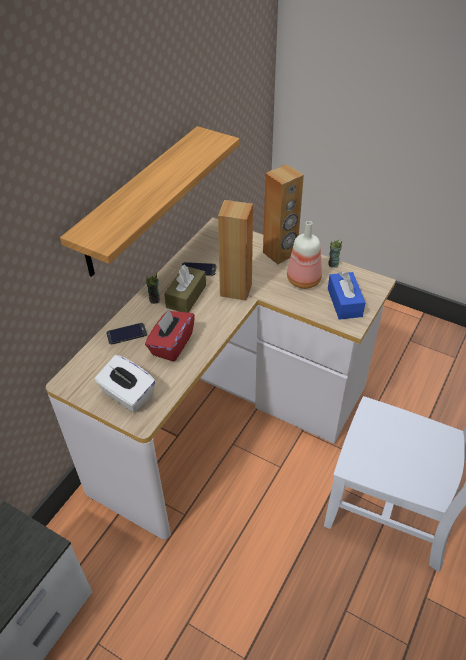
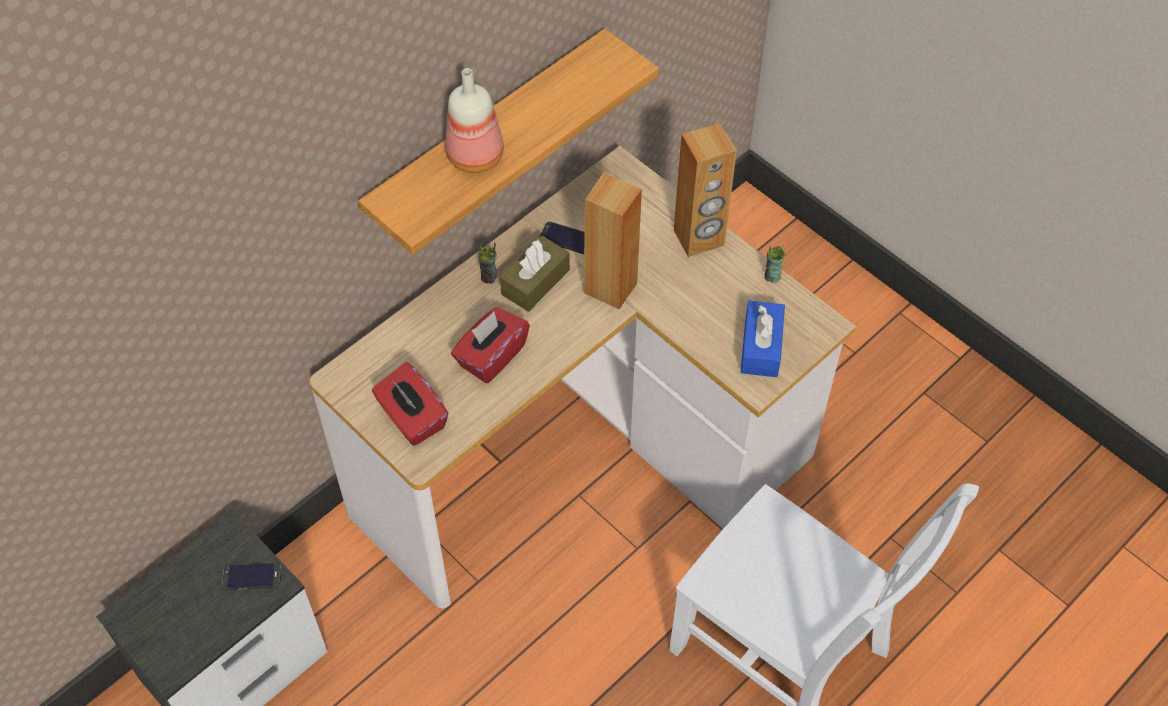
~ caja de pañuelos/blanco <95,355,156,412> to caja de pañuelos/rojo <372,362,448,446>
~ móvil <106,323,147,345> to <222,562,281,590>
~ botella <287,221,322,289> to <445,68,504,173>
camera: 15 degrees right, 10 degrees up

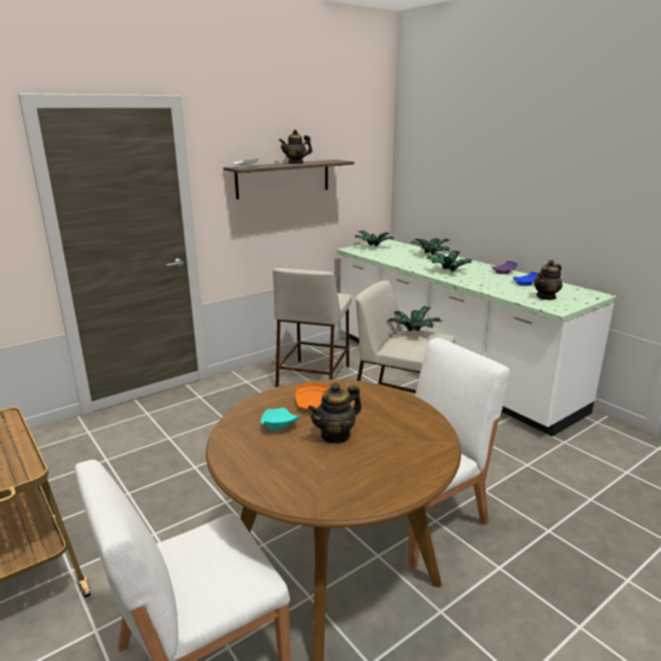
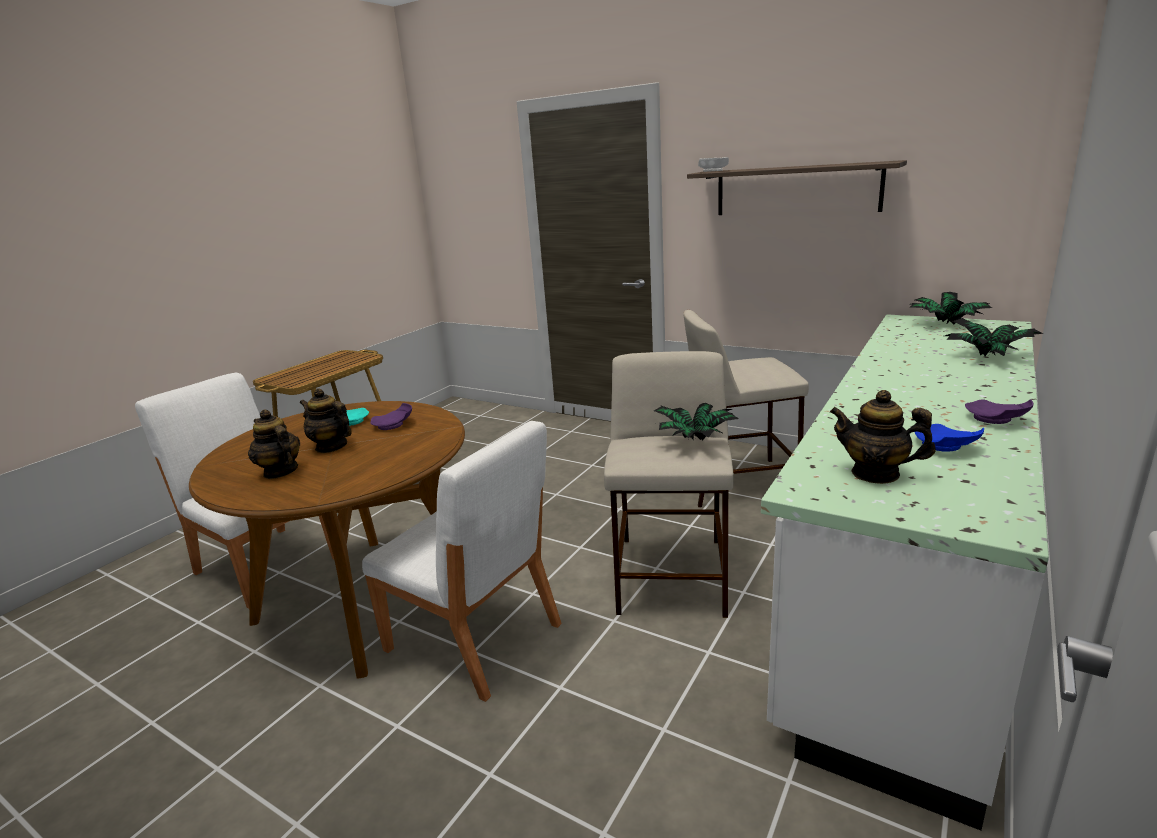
~ tetera <279,129,312,164> to <248,409,300,479>
~ plato/naranja <295,383,329,412> to plato/morado <370,403,412,430>
- planta en maceta <426,251,472,272>
camera: 70 degrees right, 0 degrees up

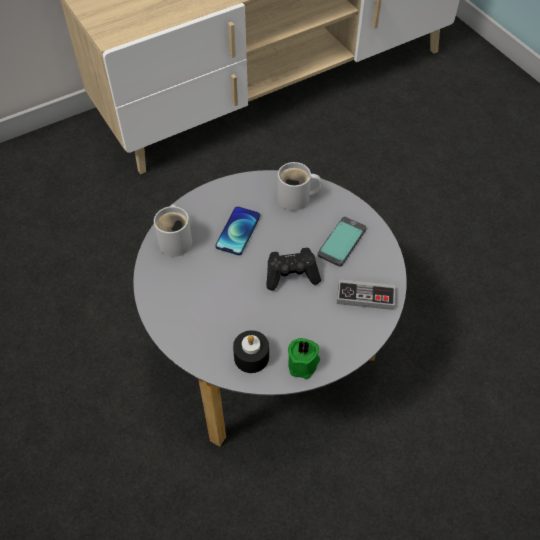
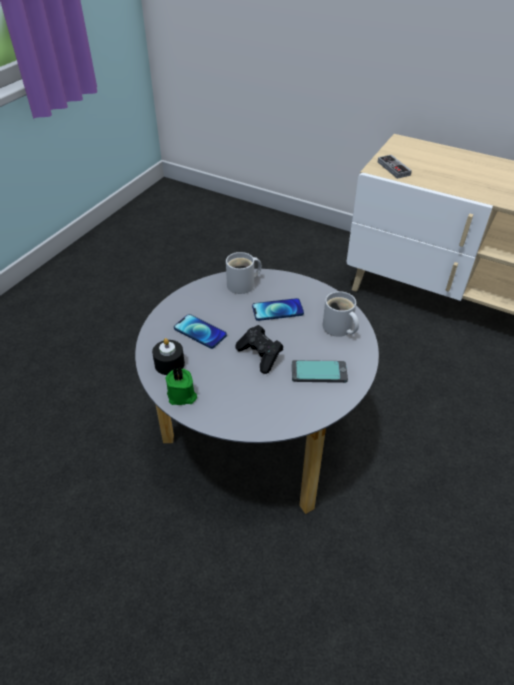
~ mando de consola <337,279,395,310> to <378,155,412,179>
+ móvil <174,314,227,349>
camera: 60 degrees right, 10 degrees down

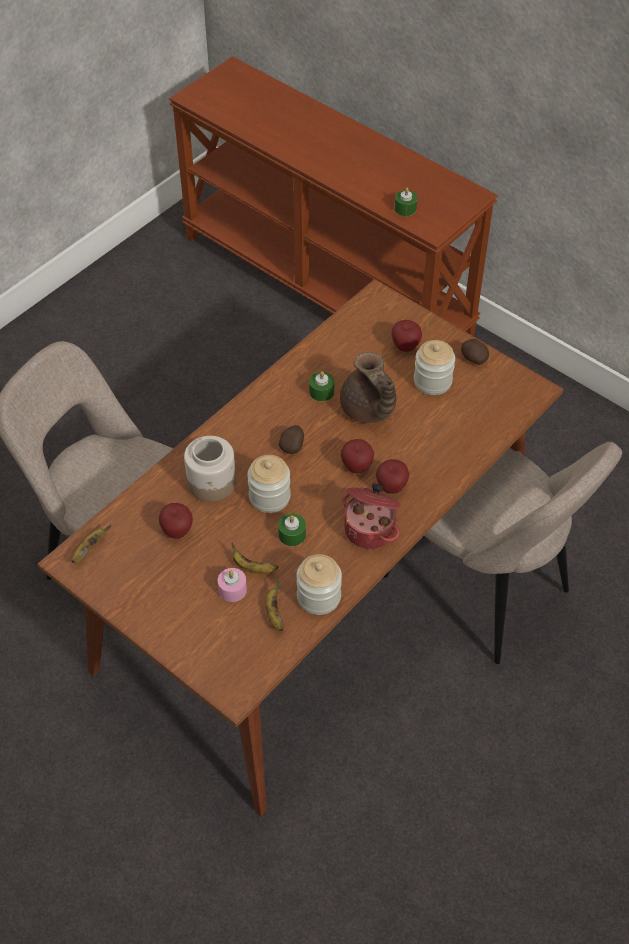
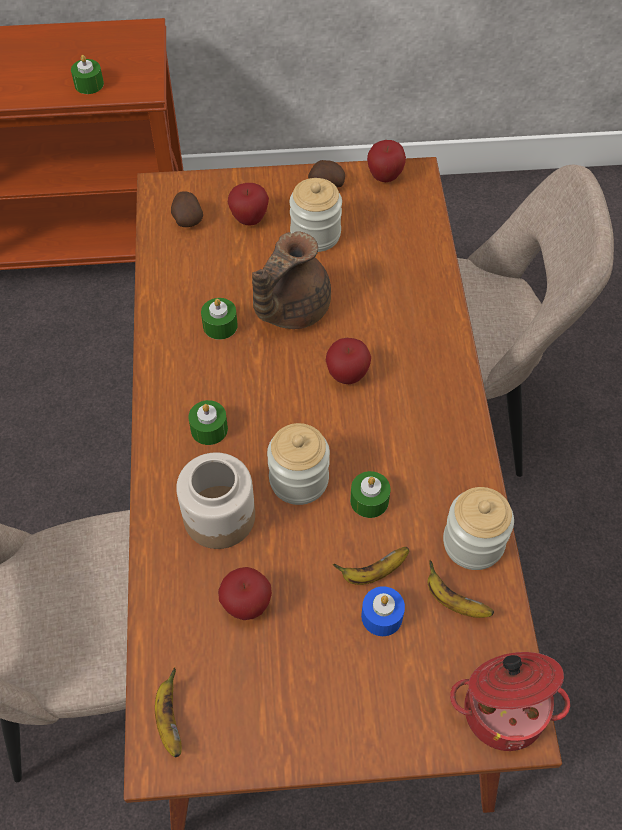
~ vela/rosa <218,568,247,602> to vela/azul <361,586,405,636>
~ patata <279,425,304,454> to <171,191,203,227>
~ tetera/marrón <340,352,396,423> = <252,231,331,329> 105 degrees clockwise
~ olla <343,483,402,549> to <450,652,570,751>
~ manzana <376,459,409,494> to <367,140,406,182>
+ vela/verde <188,400,228,445>
camera: 45 degrees left, 5 degrees up

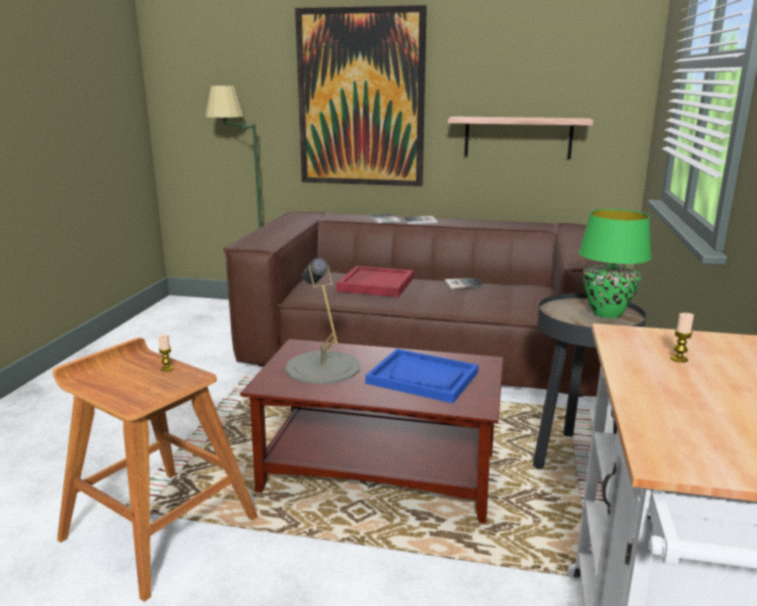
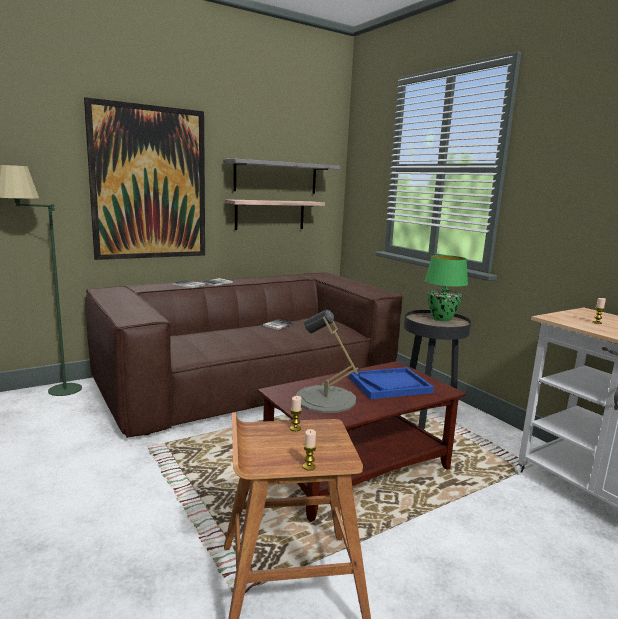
- bandeja/rojo <336,266,414,297>
+ estante/gris <223,159,340,194>
+ vela <303,429,317,470>
camera: 45 degrees left, 5 degrees down

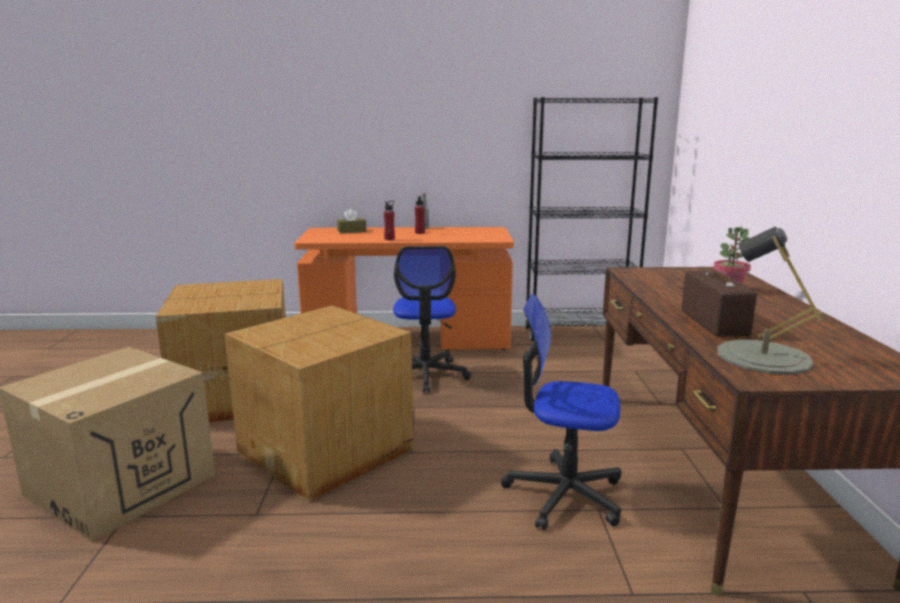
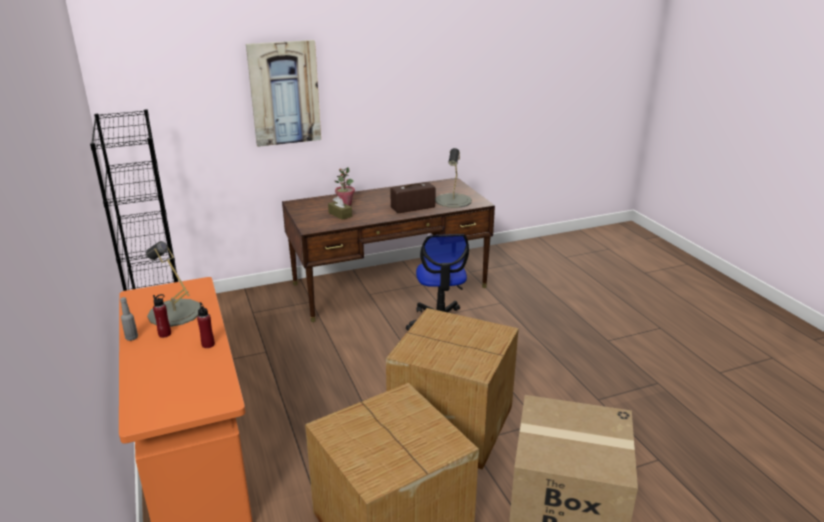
~ caja de pañuelos/marrón <337,209,366,234> to <328,196,352,220>
- silla de oficina <393,246,472,393>
+ lámpara de mesa/gris <146,241,200,327>
+ cuadro <246,40,321,147>
camera: 110 degrees left, 10 degrees up

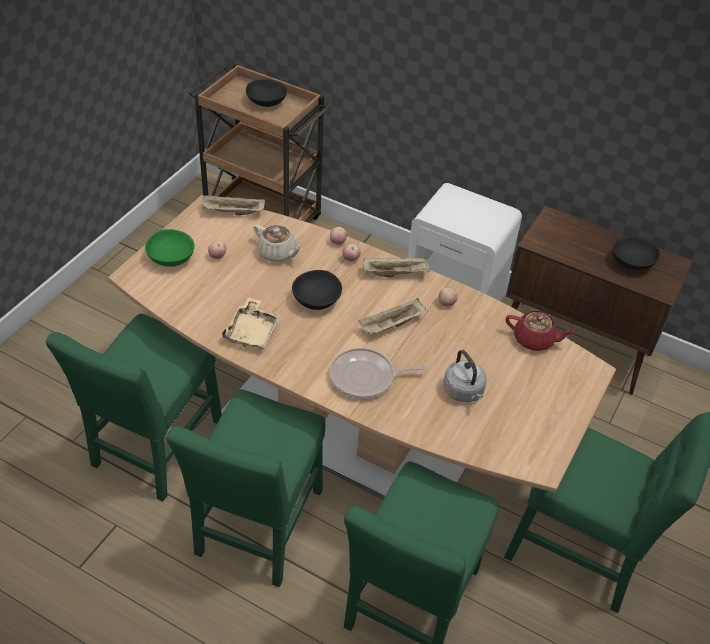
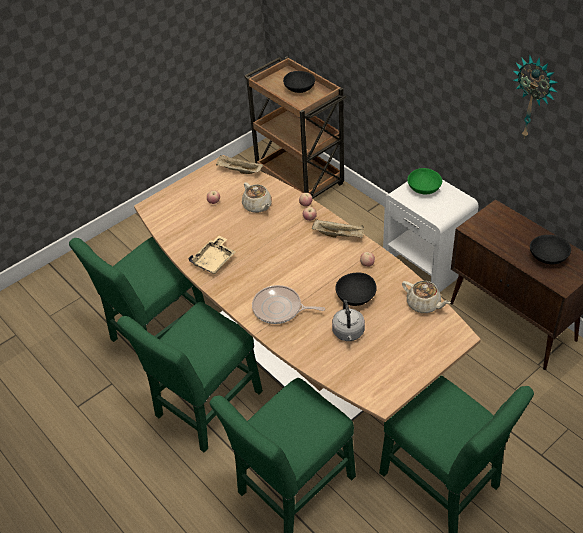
~ cuenco/verde <145,229,195,267> to <407,168,442,194>
~ cuenco/negro <292,270,342,310> to <335,273,377,306>
- bandeja/beis <358,299,426,335>
~ tetera/rojo <506,310,575,351> to tetera/beis <402,281,451,313>
+ reloj de pared <513,55,558,138>
camera: 25 degrees right, 0 degrees up

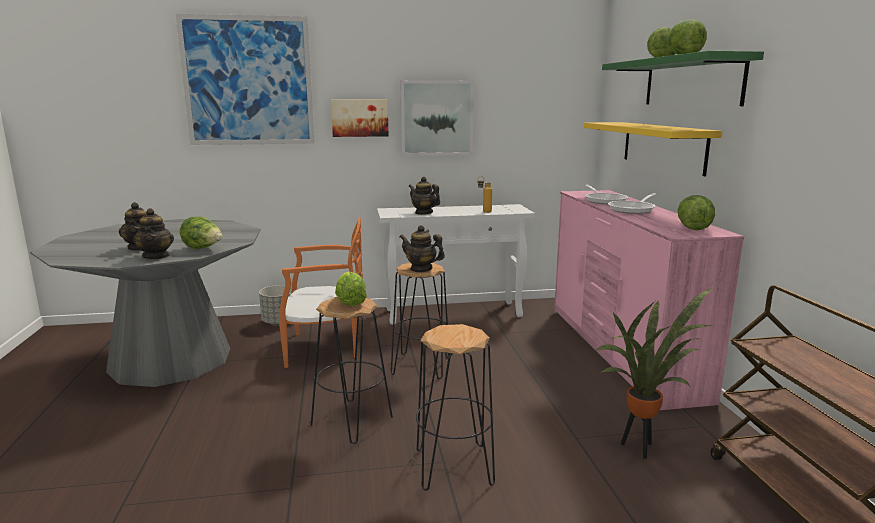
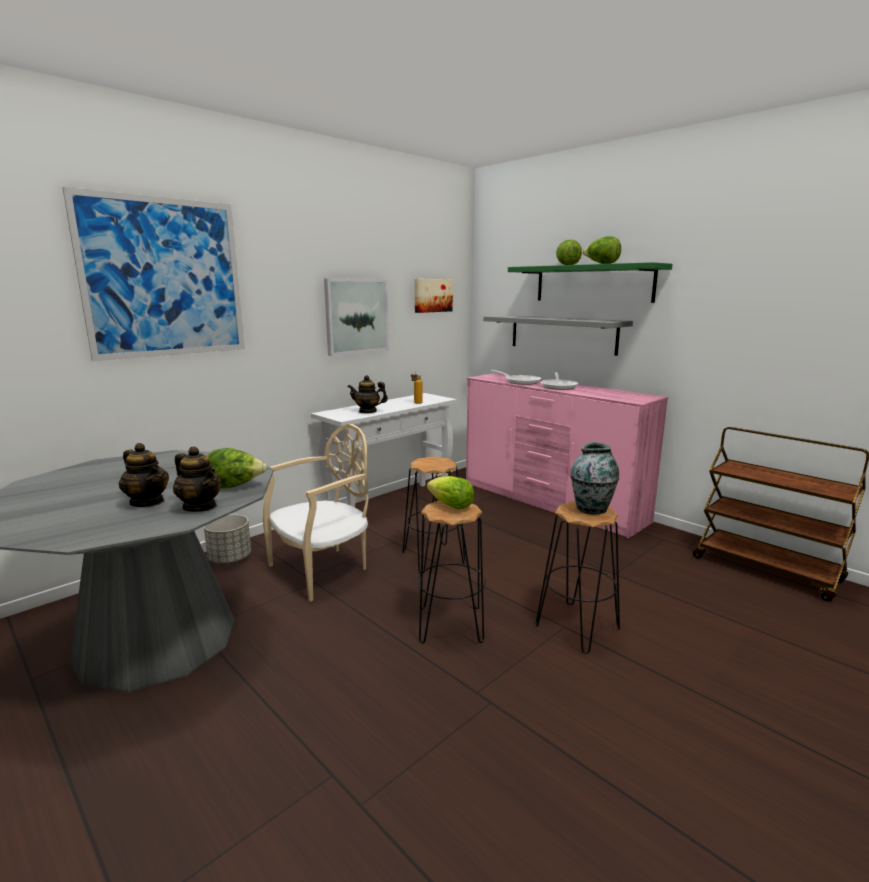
~ silla/naranja <279,217,363,368> to silla/beis <263,424,369,601>
~ cuadro <331,99,388,137> to <415,279,453,313>
- tetera <400,225,445,272>
~ estante/amarillo <584,122,722,176> to estante/gris <483,315,633,356>
- planta en maceta <595,288,713,459>
- lechuga <678,195,715,230>
+ florero <570,442,619,514>
camera: 35 degrees left, 0 degrees up

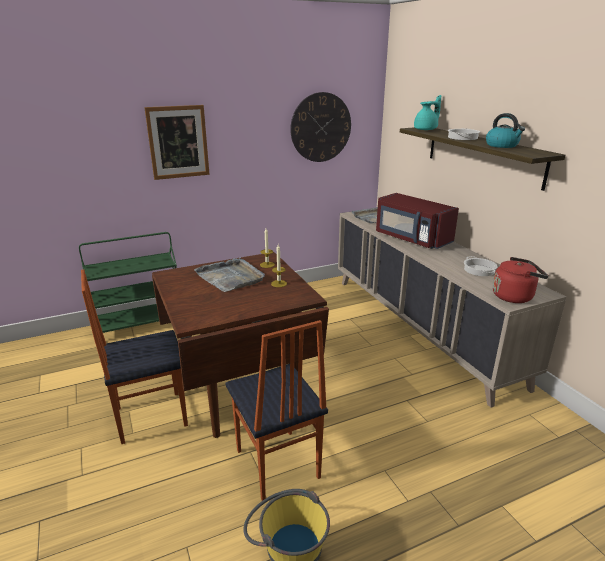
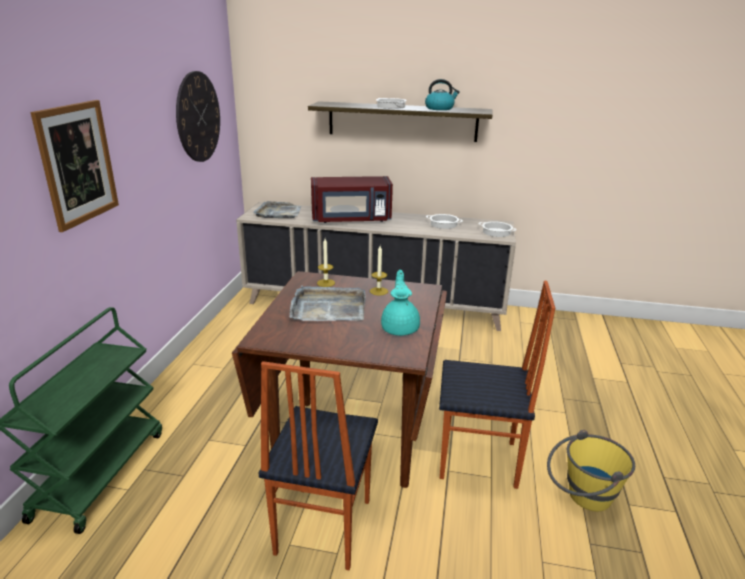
~ tetera/turquesa <414,95,441,130> to <381,270,420,336>
~ hervidor/rojo <493,257,549,303> to olla <478,221,517,237>
camera: 55 degrees left, 0 degrees up

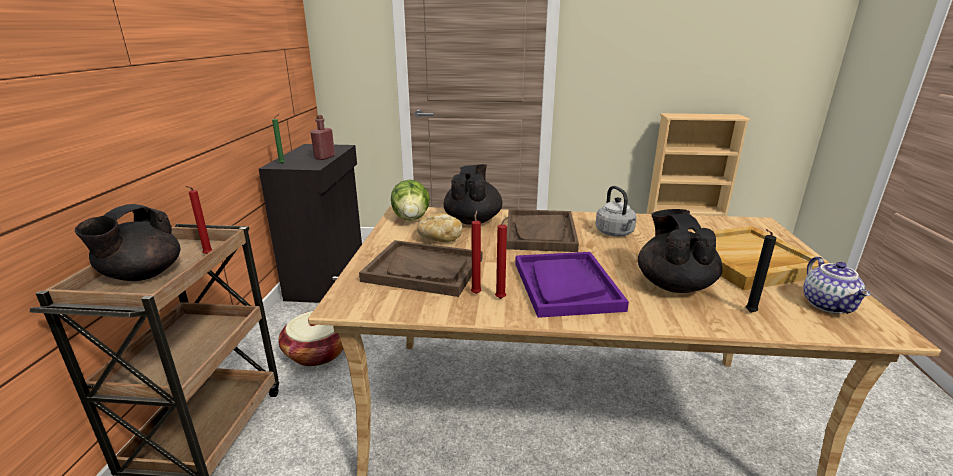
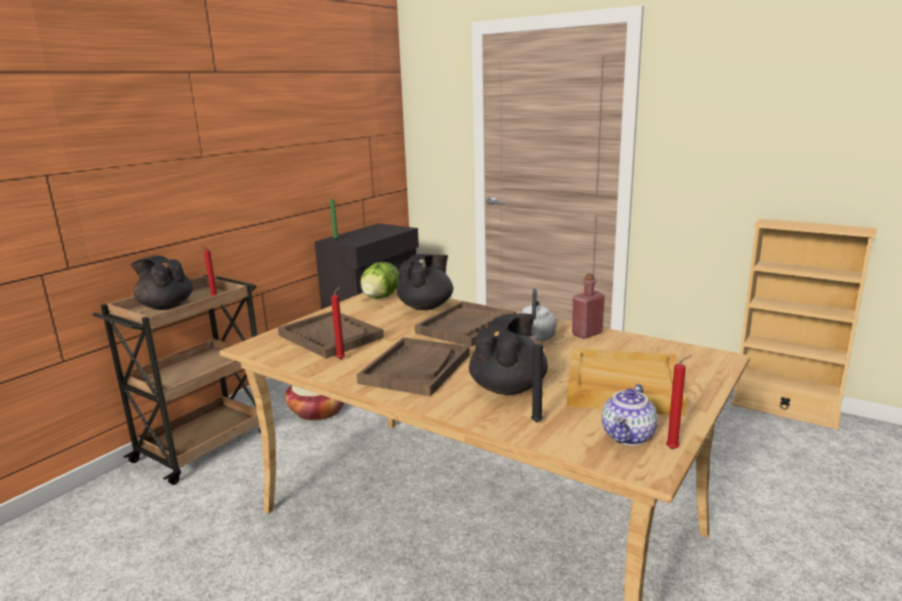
~ tetera/negro <75,204,180,281> = <131,255,193,310> 75 degrees clockwise
~ botella/rojo <310,115,335,160> to <572,274,605,339>
- pan <417,213,462,242>
~ vela/rojo <495,215,511,299> to <666,355,692,449>
~ bandeja/morado <515,252,629,318> to bandeja/marrón <356,337,470,396>
camera: 30 degrees right, 5 degrees down

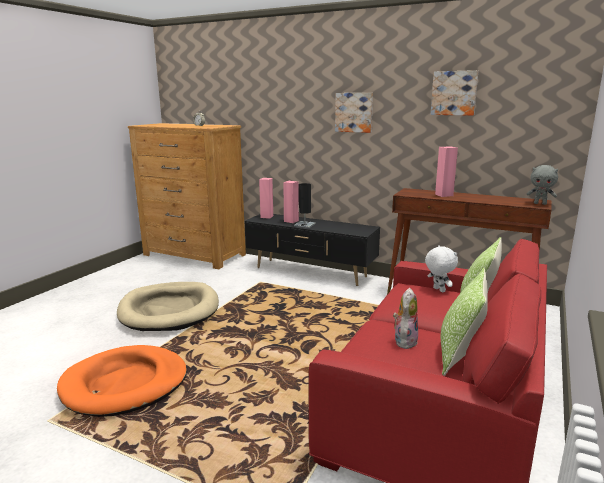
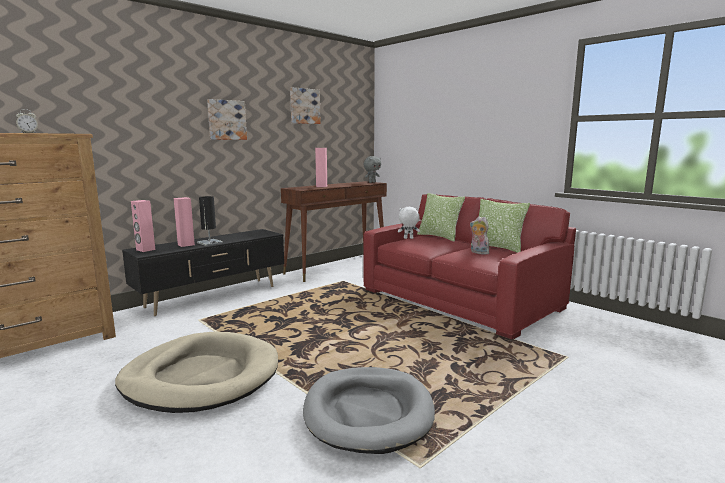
~ cama para perro/naranja <57,345,187,417> to cama para perro/gris <303,367,435,454>
camera: 70 degrees left, 5 degrees down

